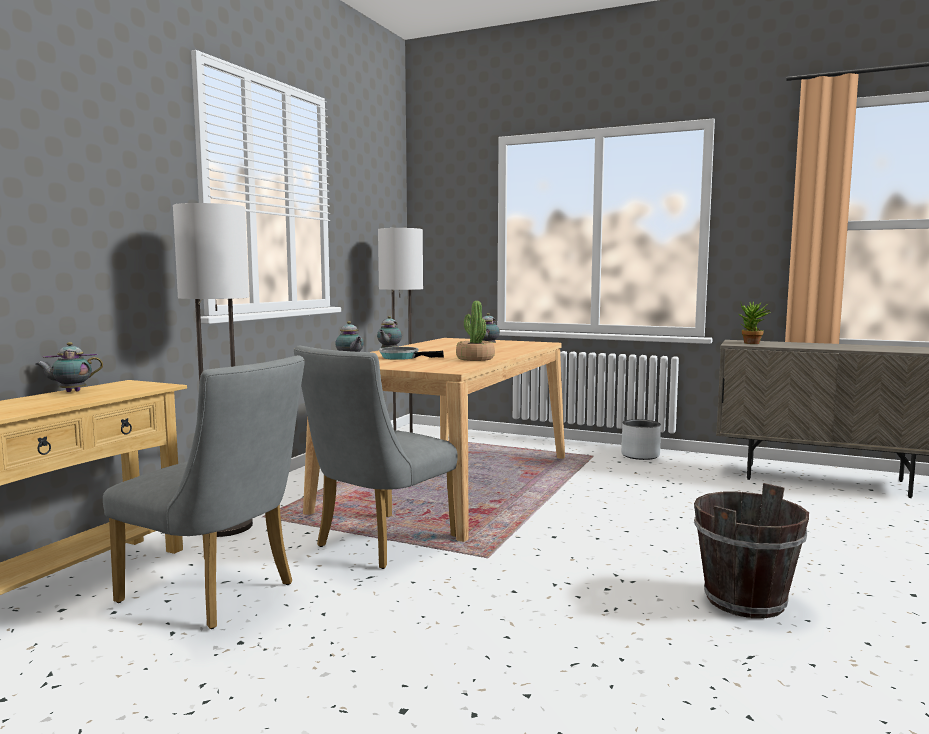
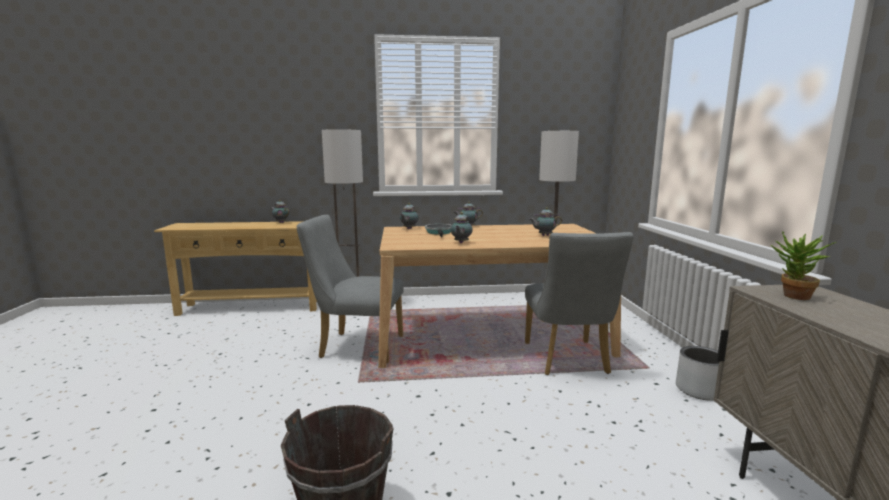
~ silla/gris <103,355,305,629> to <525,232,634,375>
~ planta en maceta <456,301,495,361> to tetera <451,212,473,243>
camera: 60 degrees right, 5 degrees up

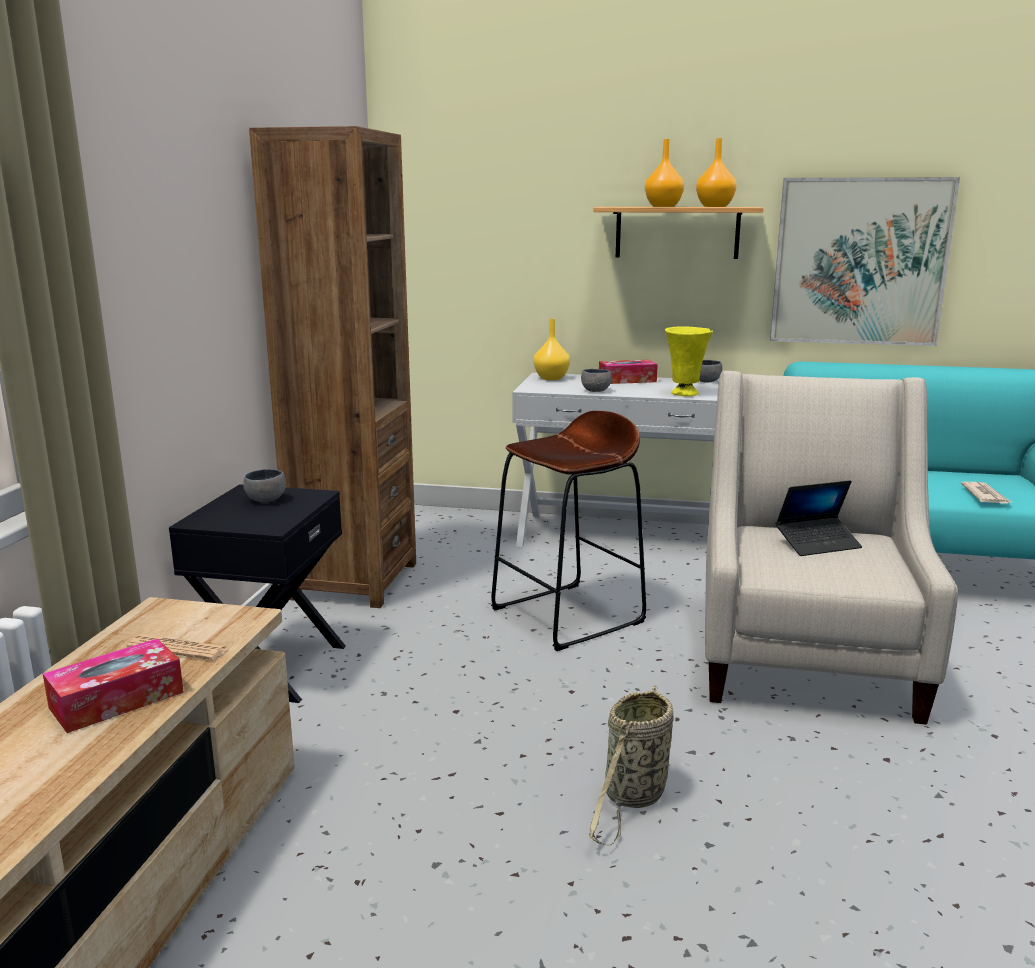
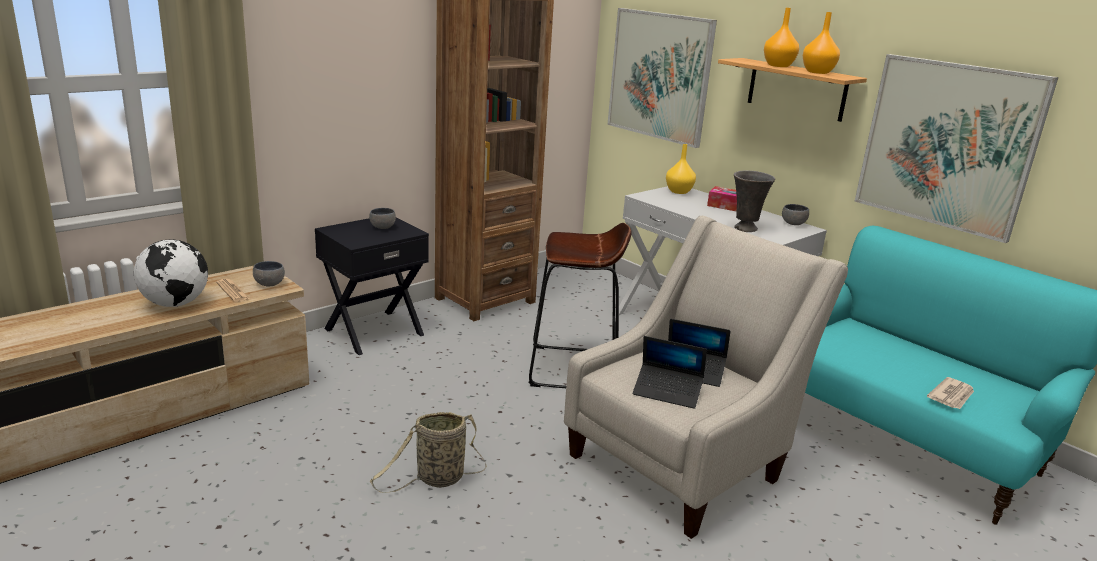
~ caja de pañuelos <43,639,184,733> to globo terráqueo <134,239,208,307>
~ cuenco/gris <581,369,612,392> to <253,261,285,287>
~ florero/amarillo <665,326,713,396> to florero/gris <734,170,775,232>
+ cuadro <607,8,717,148>
+ portátil <633,336,707,409>
camera: 35 degrees right, 5 degrees up

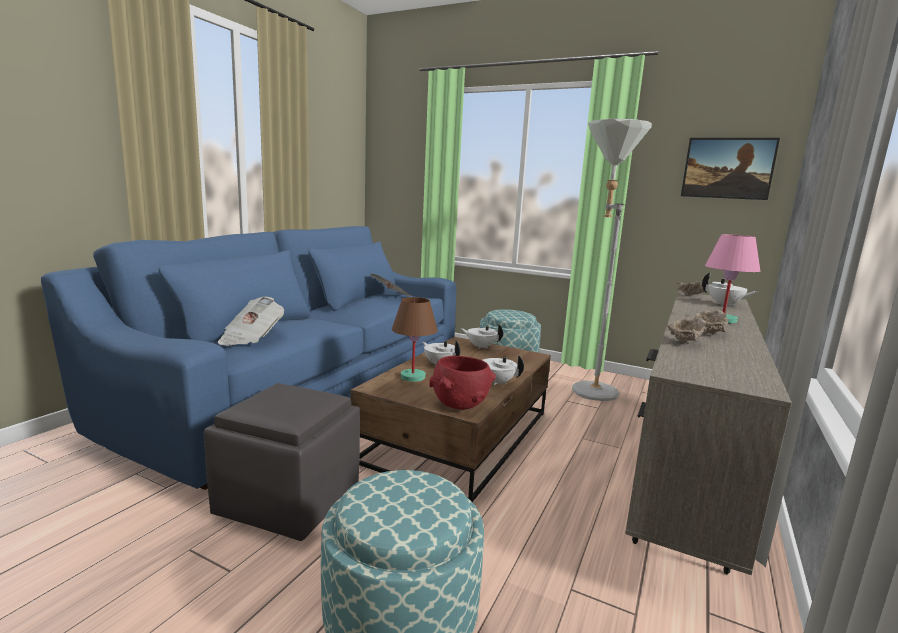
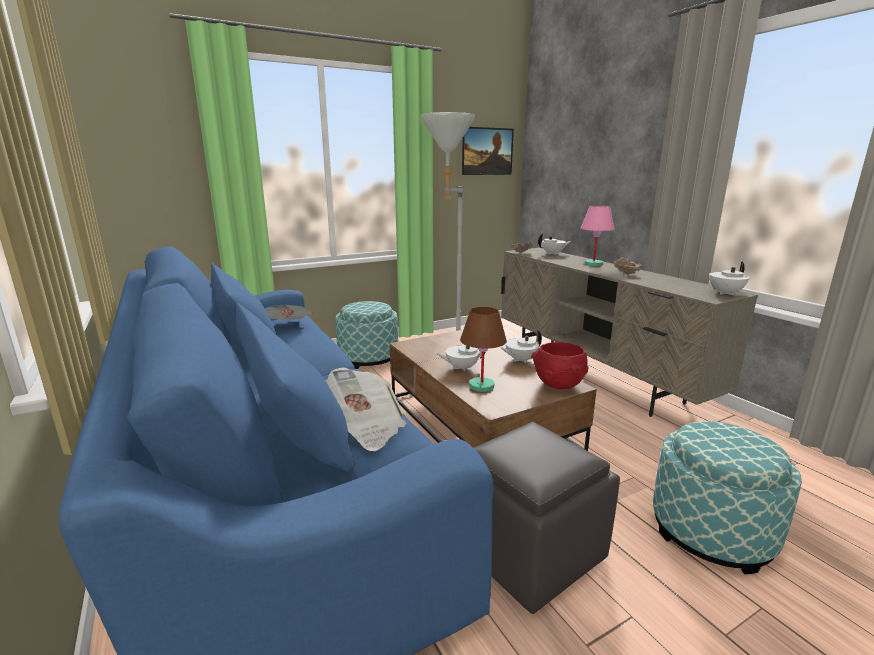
~ tetera/blanco <461,324,503,349> to <709,261,749,295>
- cuenco/beis <667,317,707,344>
camera: 55 degrees left, 5 degrees up

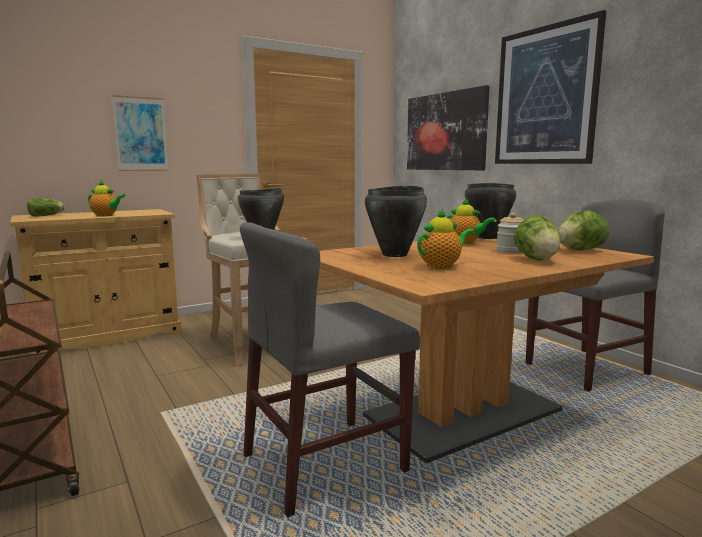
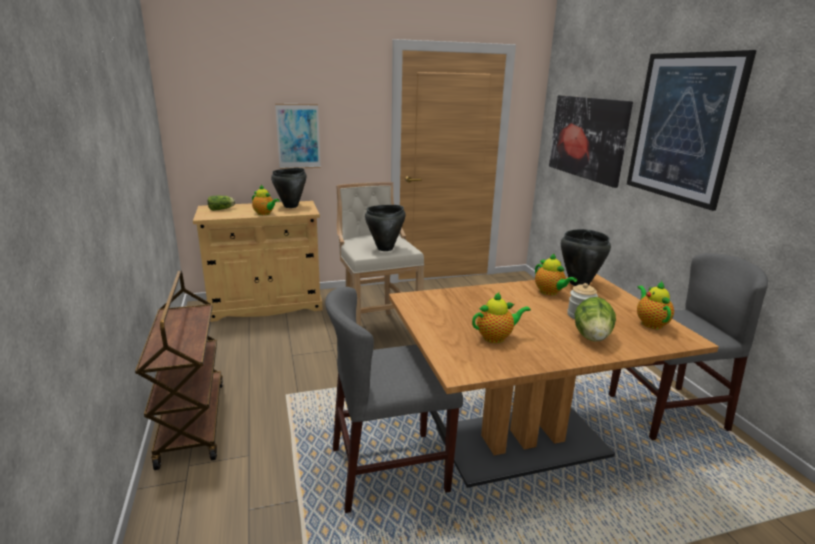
~ olla/negro <365,185,427,257> to <271,168,306,208>
~ lechuga <558,210,609,250> to tetera <637,280,674,329>
camera: 15 degrees right, 10 degrees up

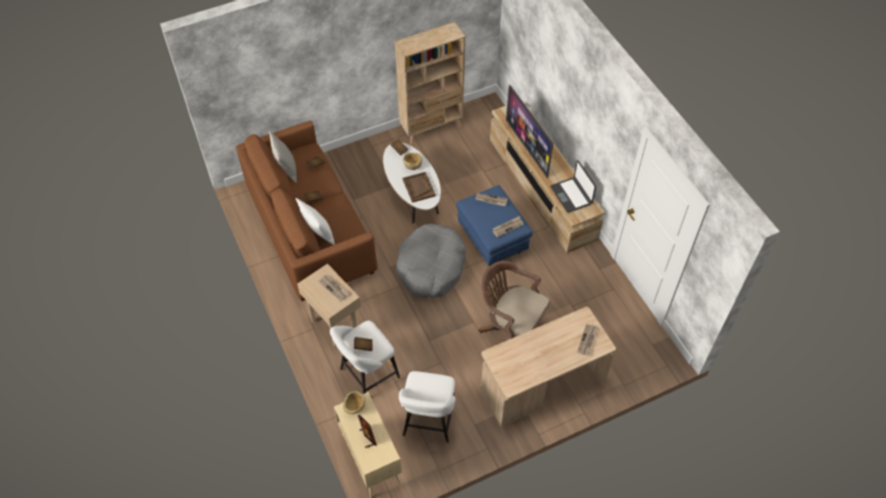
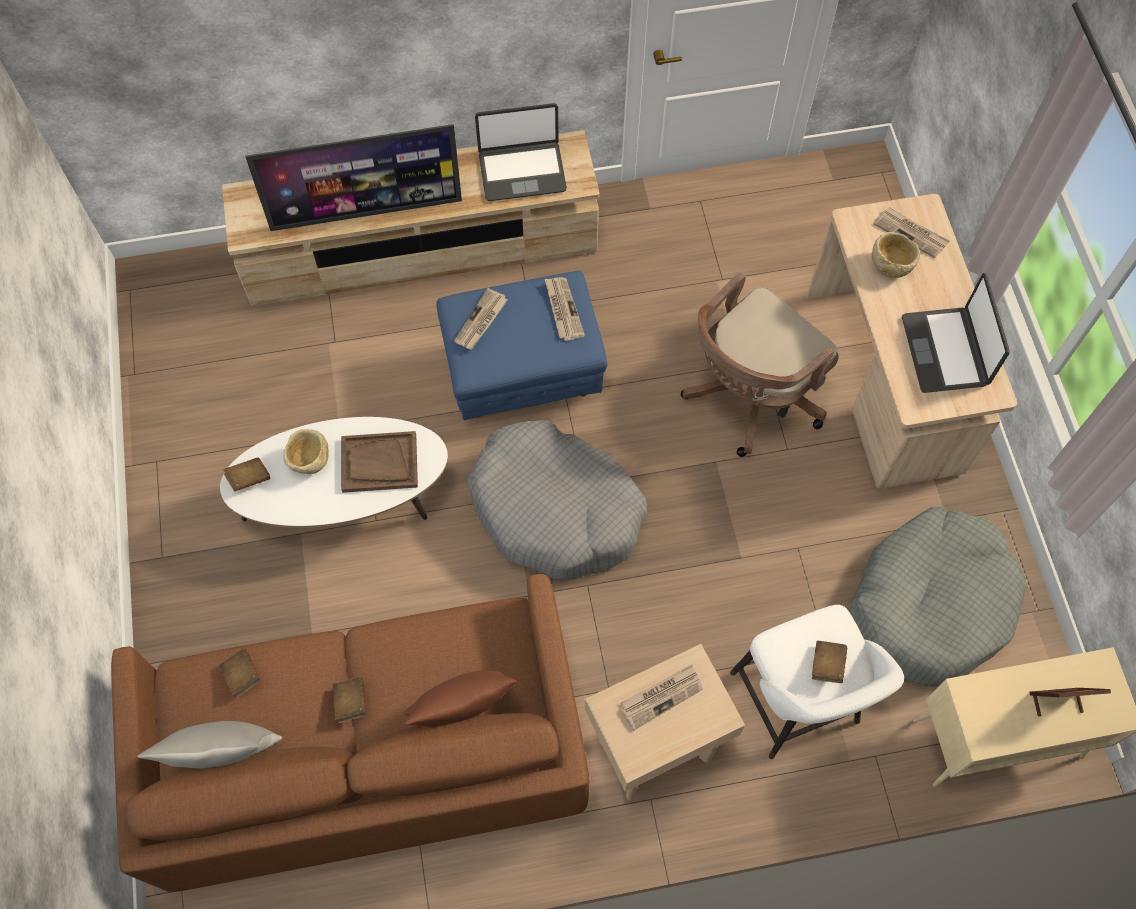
~ cojín/blanco <296,198,335,245> to cojín/marrón <405,670,517,727>
~ cuenco/beis <343,391,365,414> to <872,232,920,278>
- estantería/beis <395,22,465,145>
~ taburete/blanco <399,371,456,443> to cama para perro/gris <850,507,1025,687>
+ portátil <902,273,1010,393>
camera: 75 degrees left, 10 degrees up

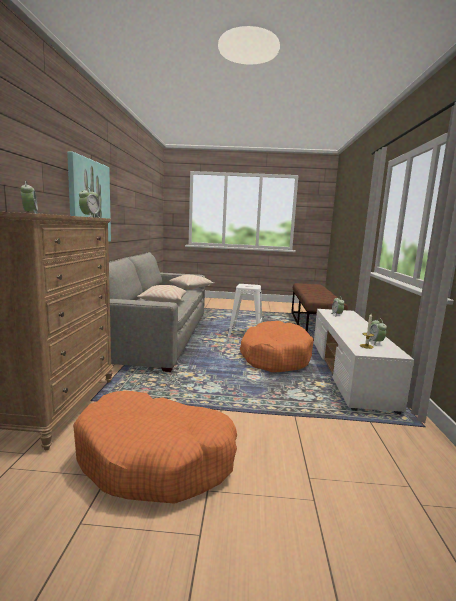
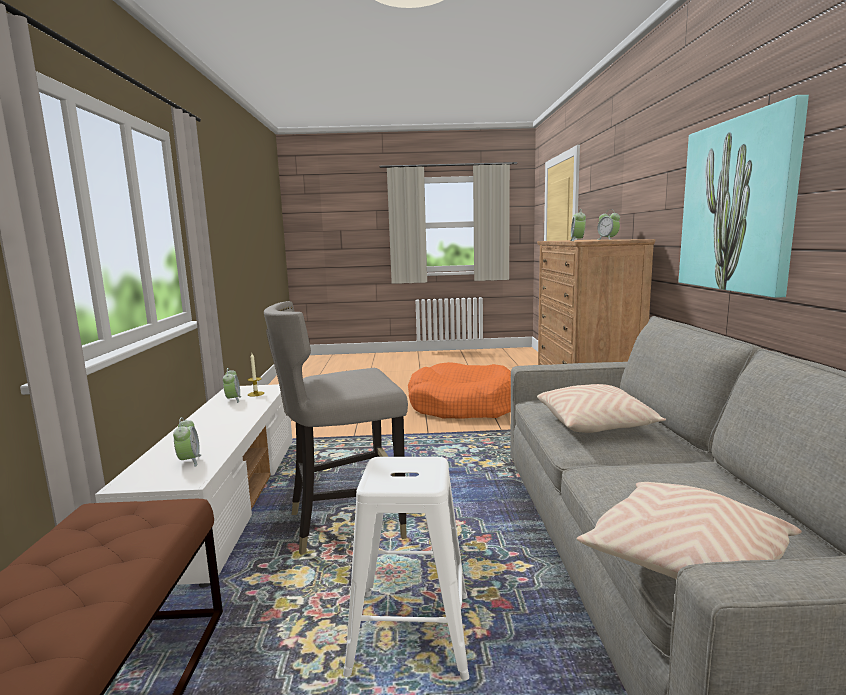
~ cama para perro/naranja <239,321,314,372> to taburete/gris <264,301,408,555>
camera: 175 degrees right, 0 degrees up

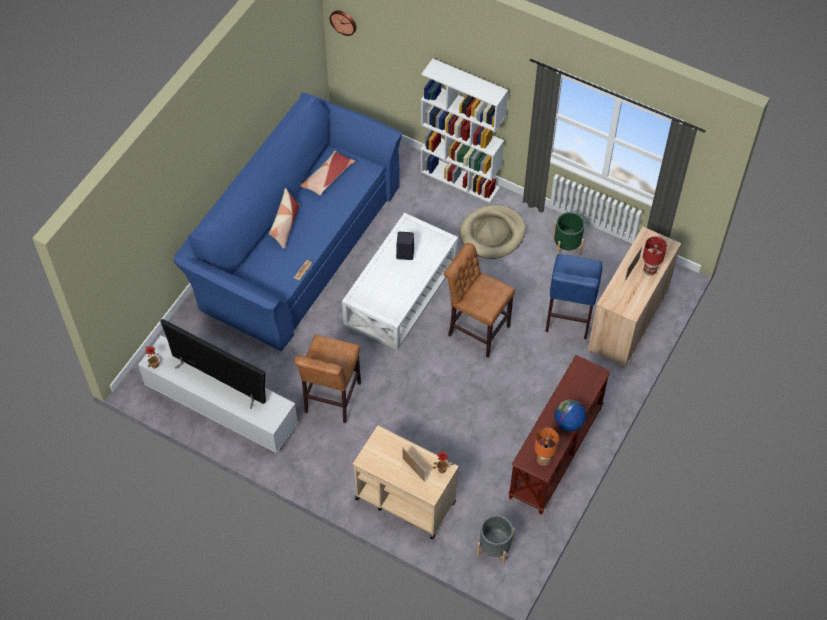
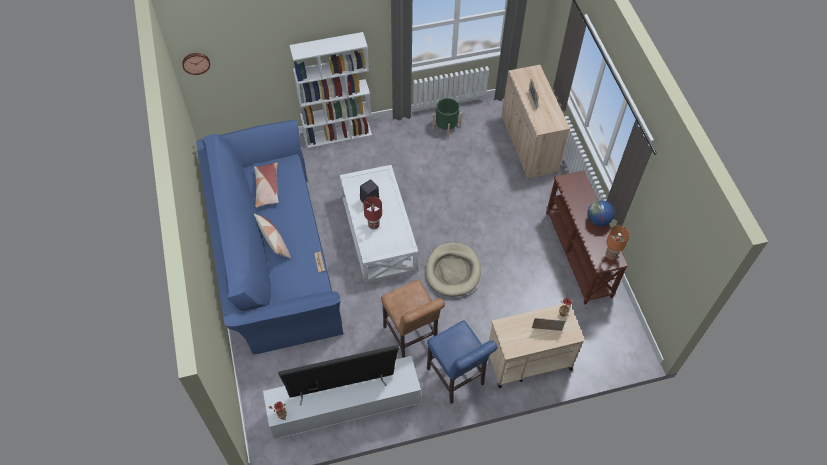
- taburete/marrón <444,243,515,358>
~ cama para perro/beis <459,205,526,259> to <425,242,481,297>
- maceta/gris <477,515,515,565>
~ taburete/azul <545,254,603,339> to <427,320,498,404>
~ lámpara de mesa/rojo <643,237,667,276> to <363,196,382,230>
camera: 45 degrees left, 0 degrees up

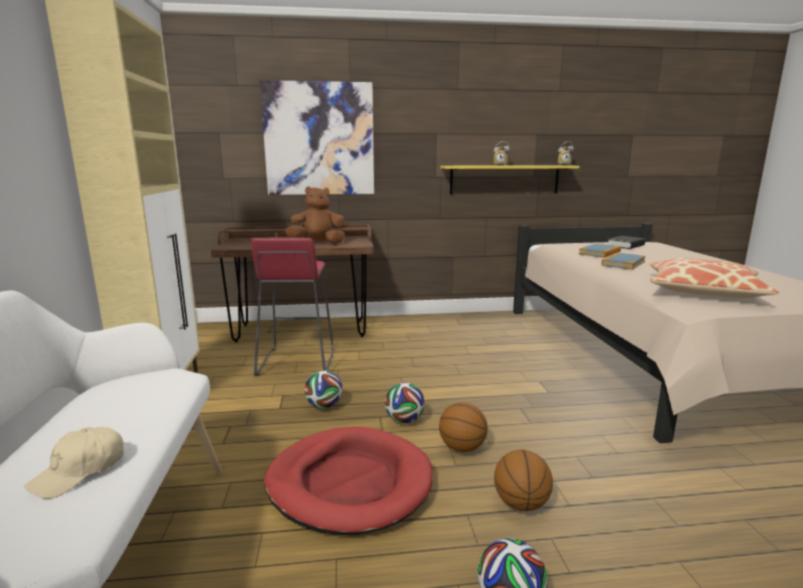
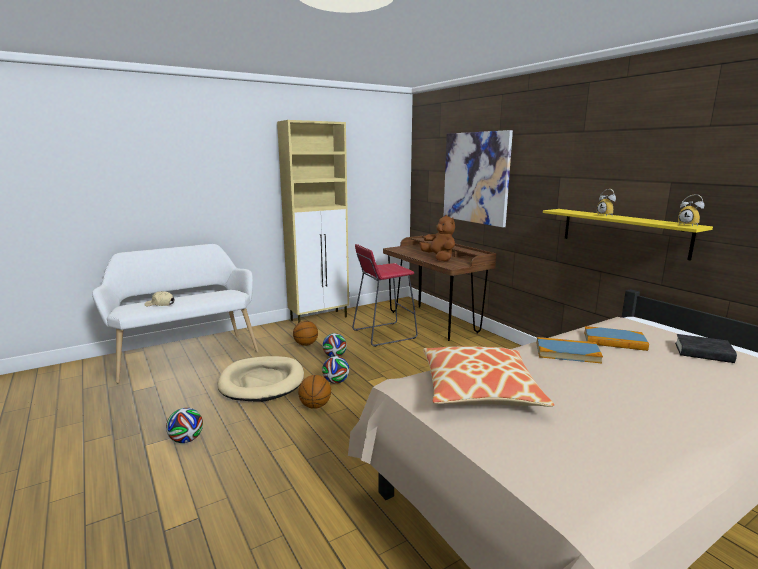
~ cama para perro/rojo <264,427,433,535> to cama para perro/beis <217,356,304,402>
~ balón de baloncesto <494,449,553,511> to <293,321,318,346>
camera: 65 degrees right, 0 degrees up

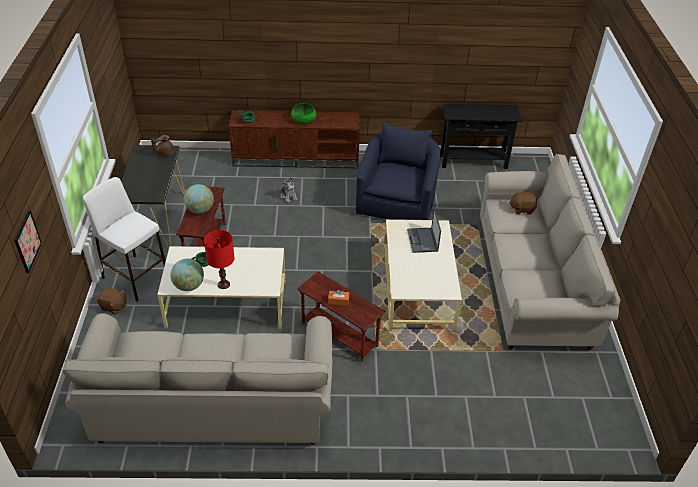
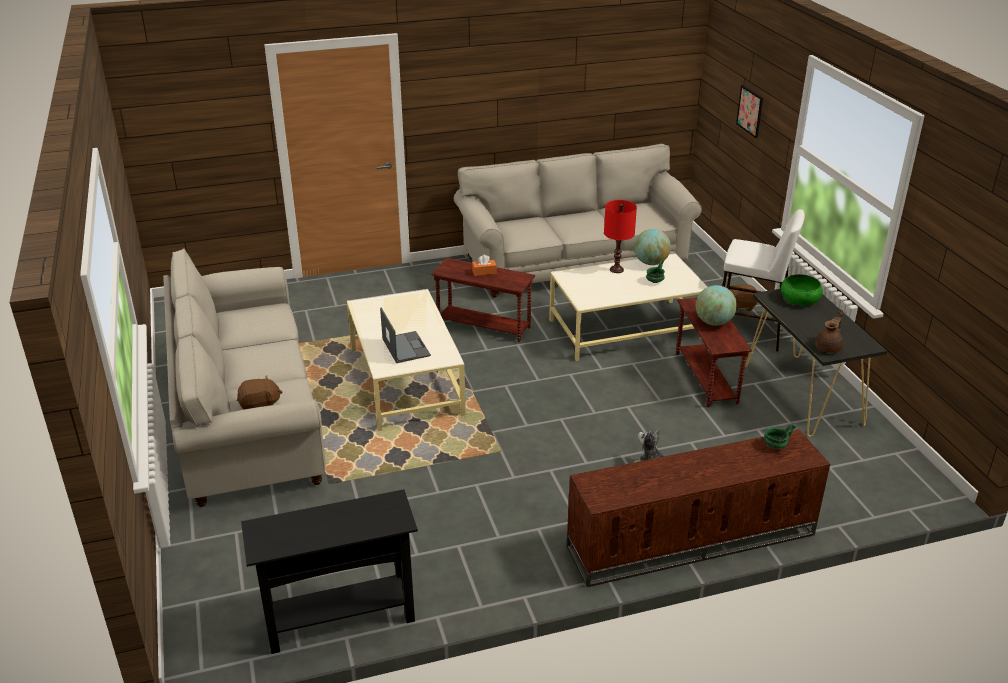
~ cuenco/verde <291,103,316,124> to <781,274,823,306>
- sillón/azul <356,123,441,220>
camera: 165 degrees right, 10 degrees down

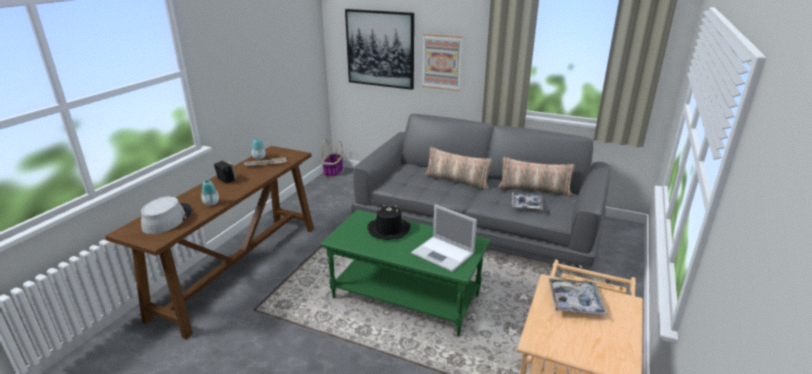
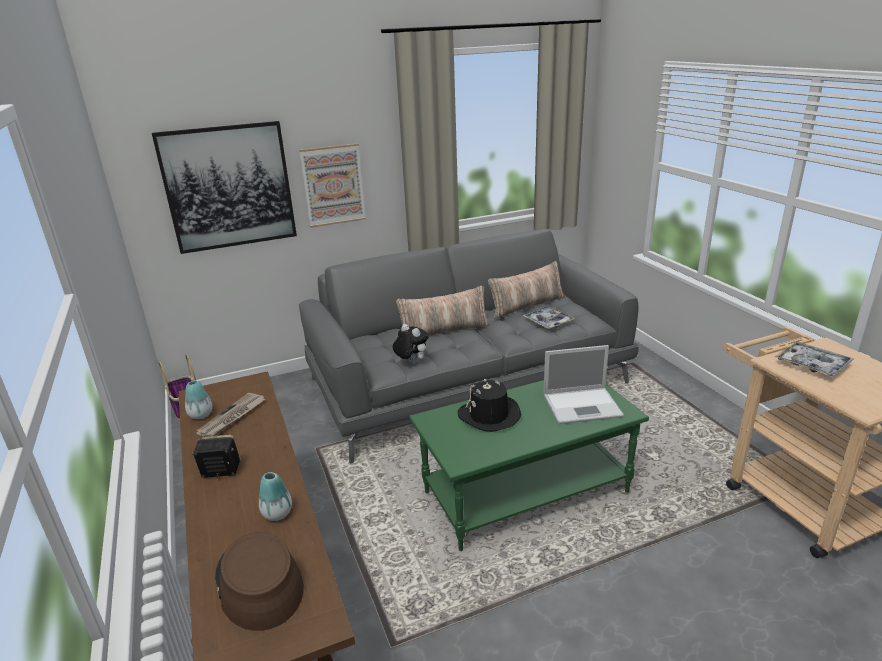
~ sombrero/gris <141,196,192,234> to sombrero/marrón <215,533,304,631>
+ peluche <393,324,429,364>
camera: 45 degrees left, 0 degrees up

